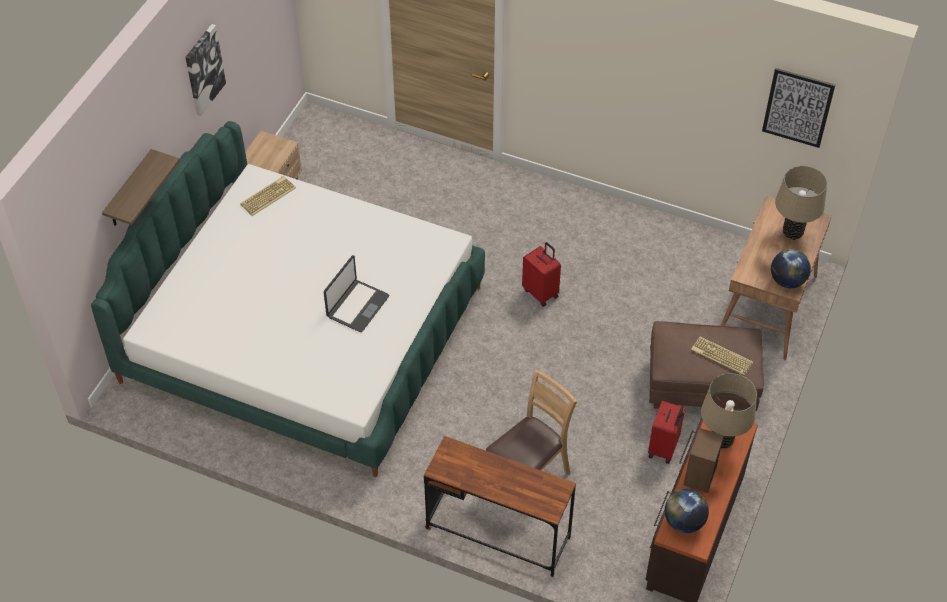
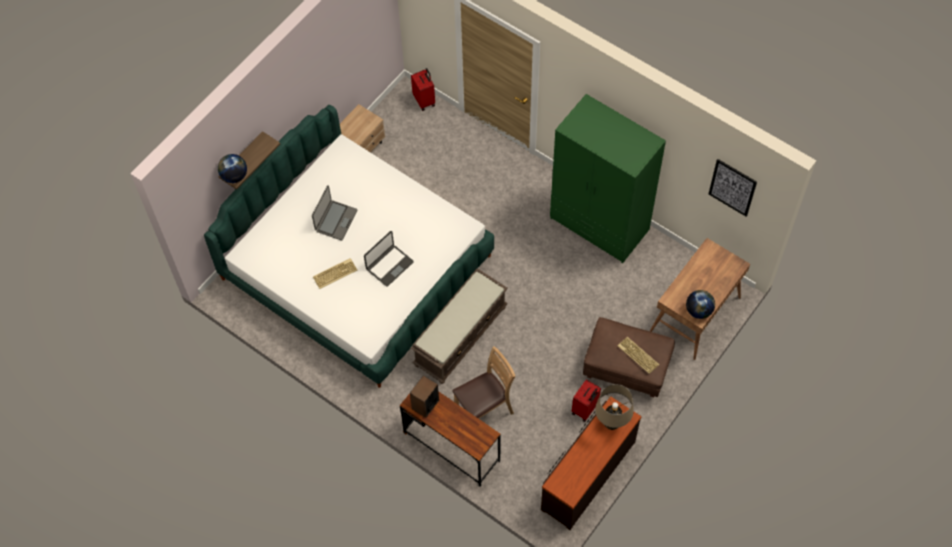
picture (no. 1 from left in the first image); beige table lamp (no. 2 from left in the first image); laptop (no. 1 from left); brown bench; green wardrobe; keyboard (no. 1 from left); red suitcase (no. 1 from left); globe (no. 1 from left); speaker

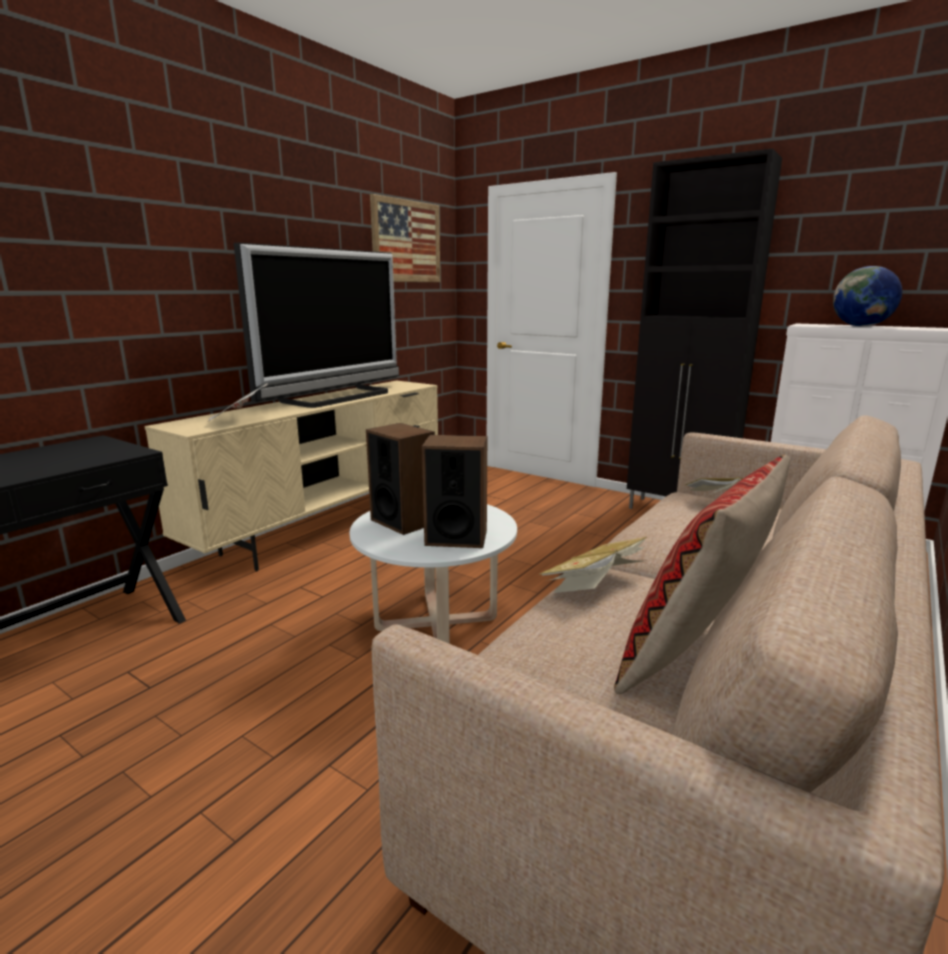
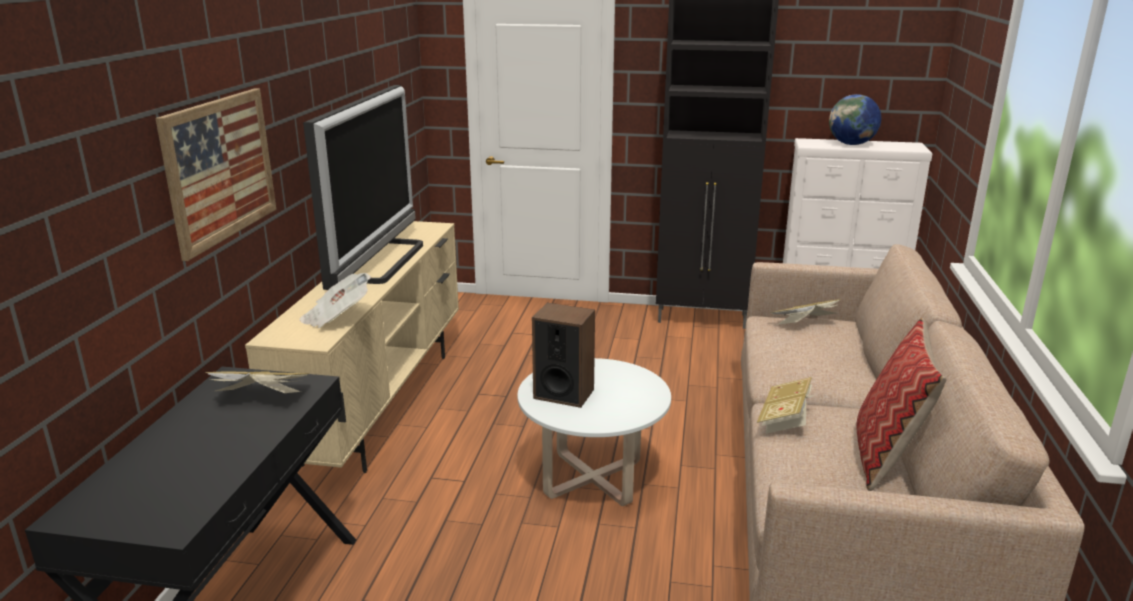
speaker (no. 2 from left in the first image); book (no. 1 from left); picture

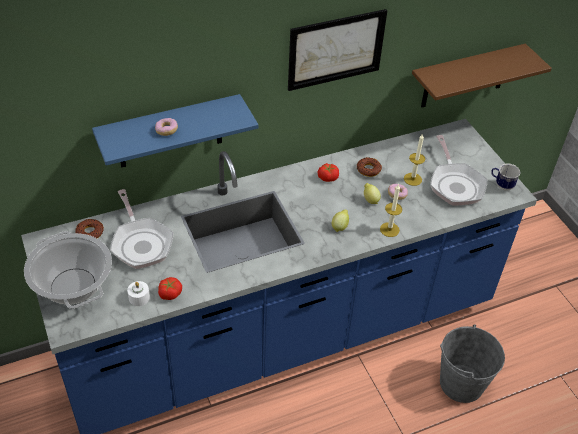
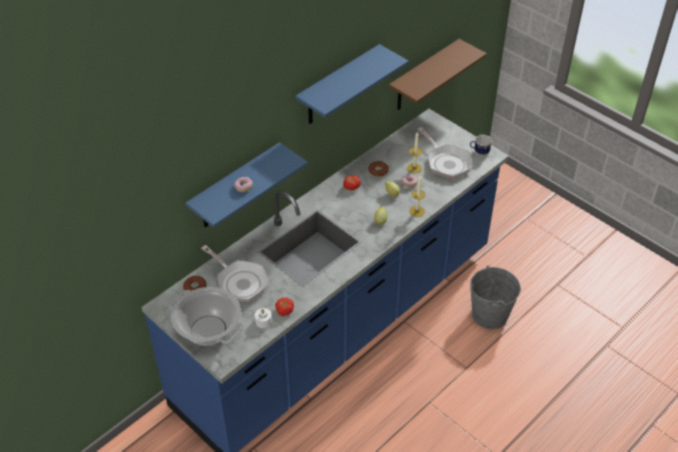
blue shelf (no. 2 from left)

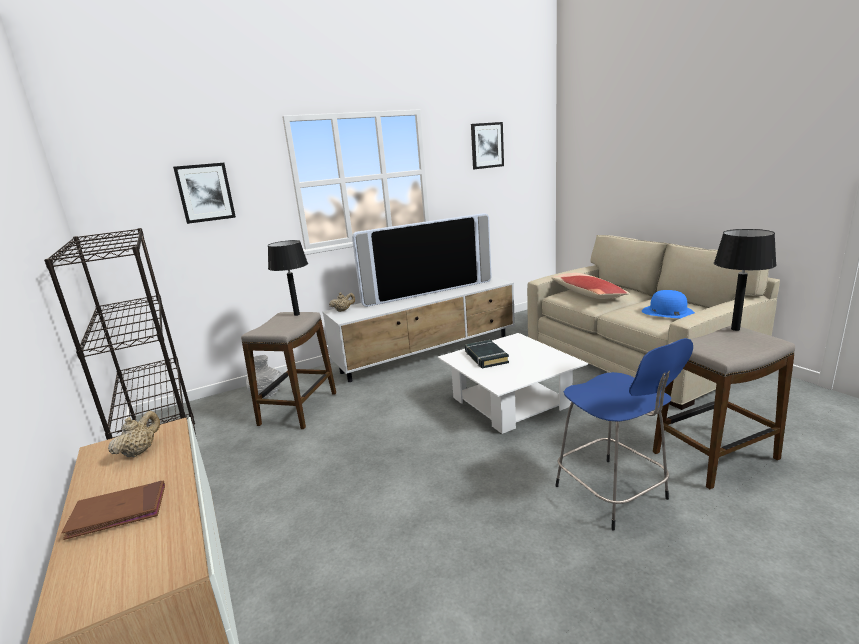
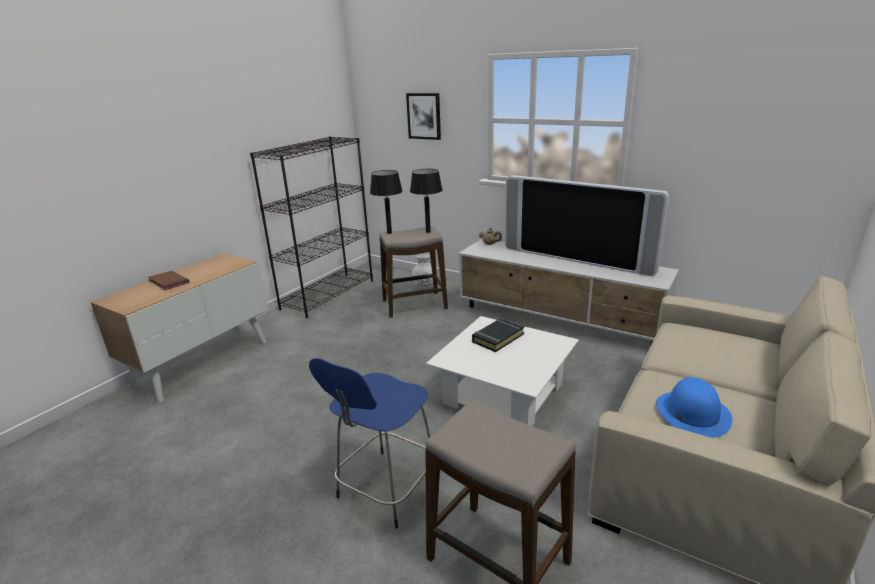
beige teapot (no. 1 from left in the first image); picture (no. 2 from left in the first image); pillow; black table lamp (no. 1 from left)

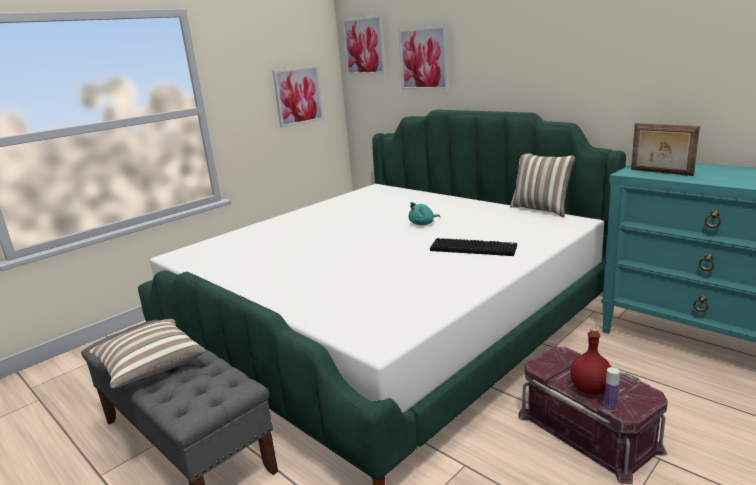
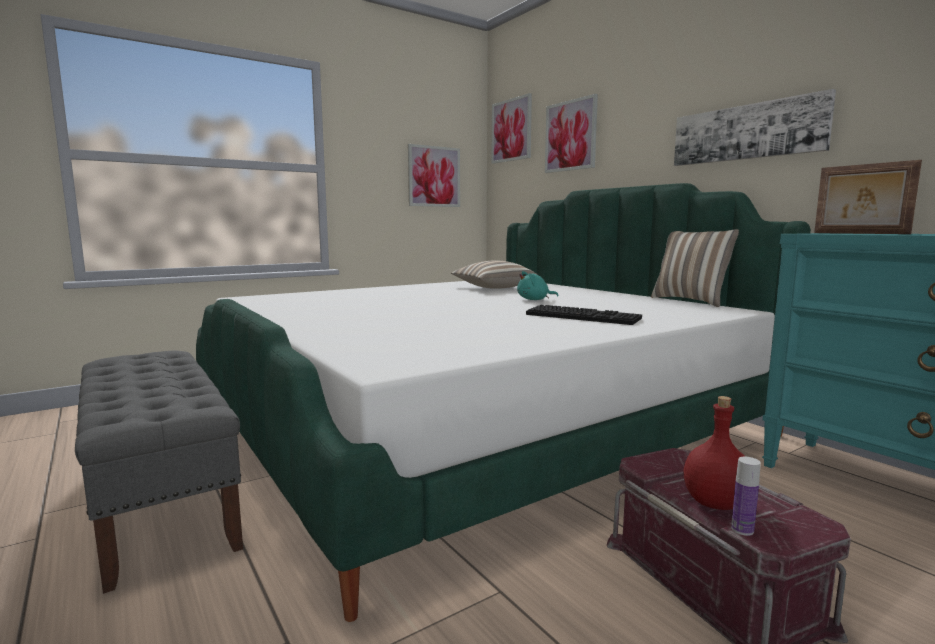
picture (no. 4 from left); pillow (no. 1 from left)

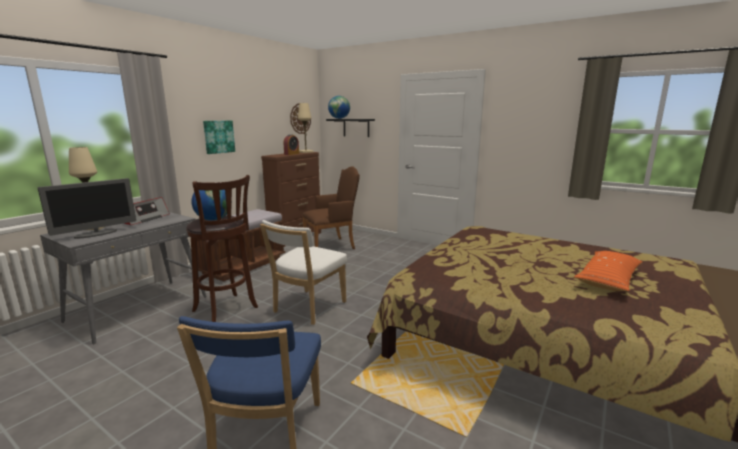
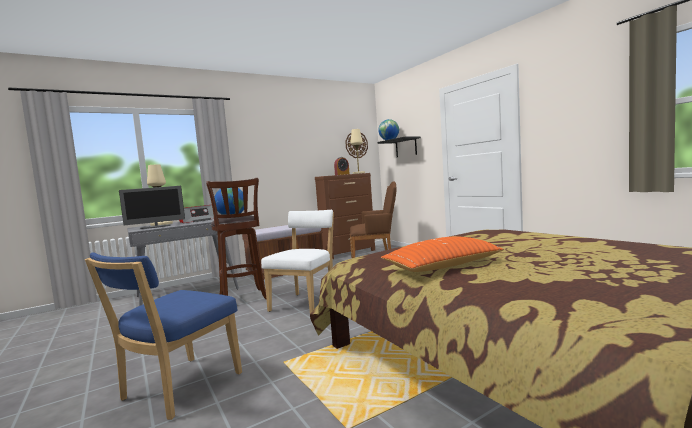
picture; orange pillow; white chair

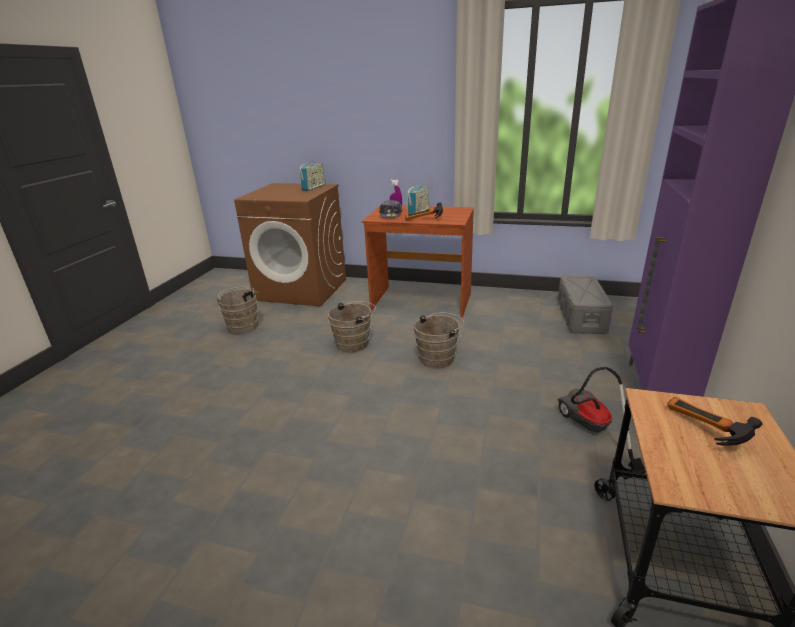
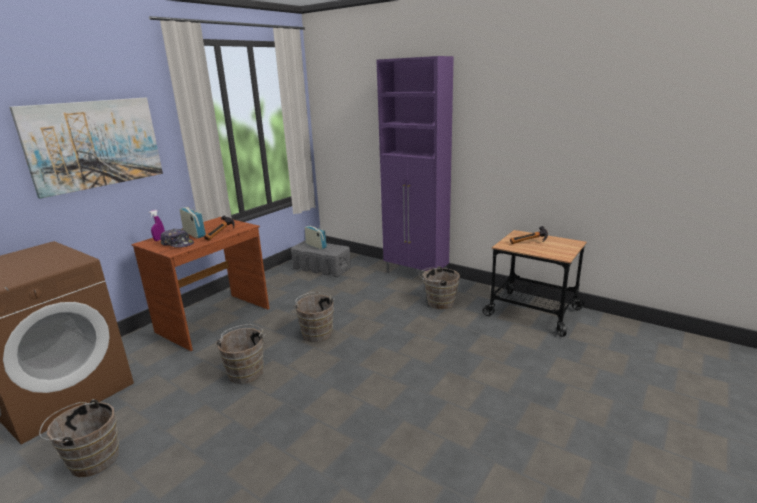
picture; radio (no. 2 from left); brown bucket (no. 4 from left)

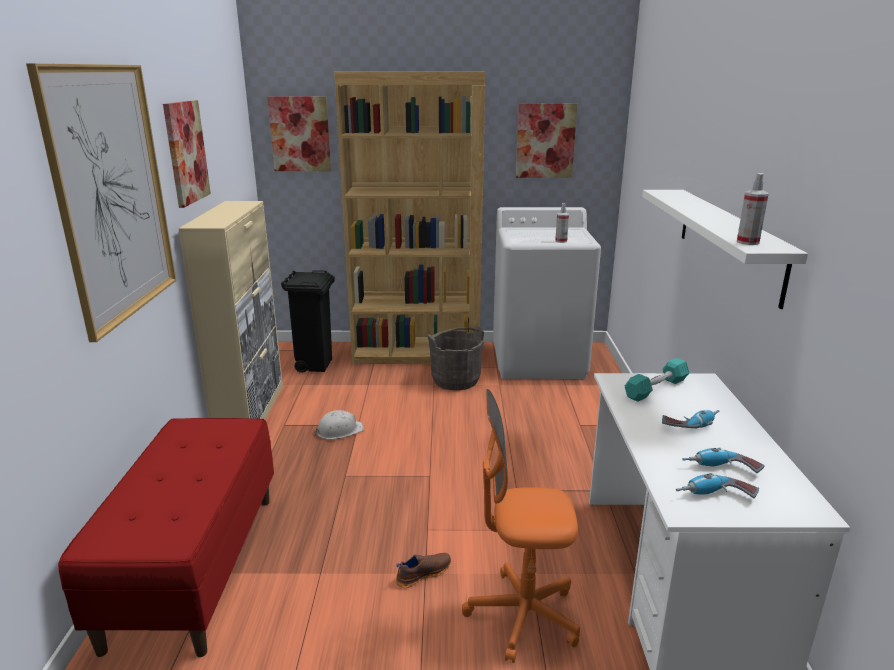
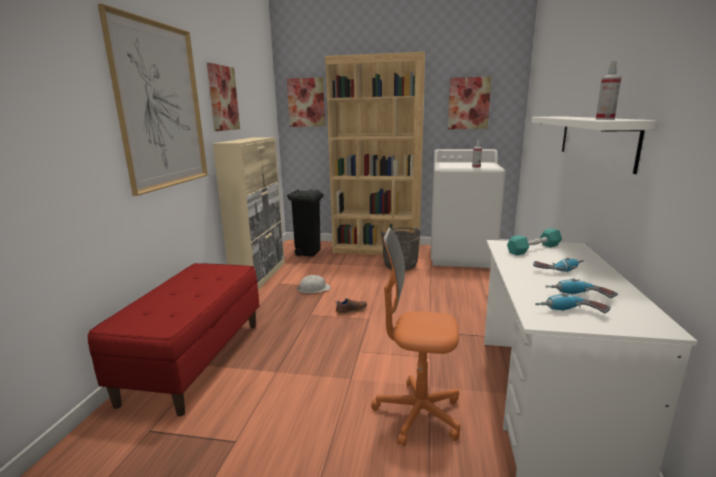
brown shoe

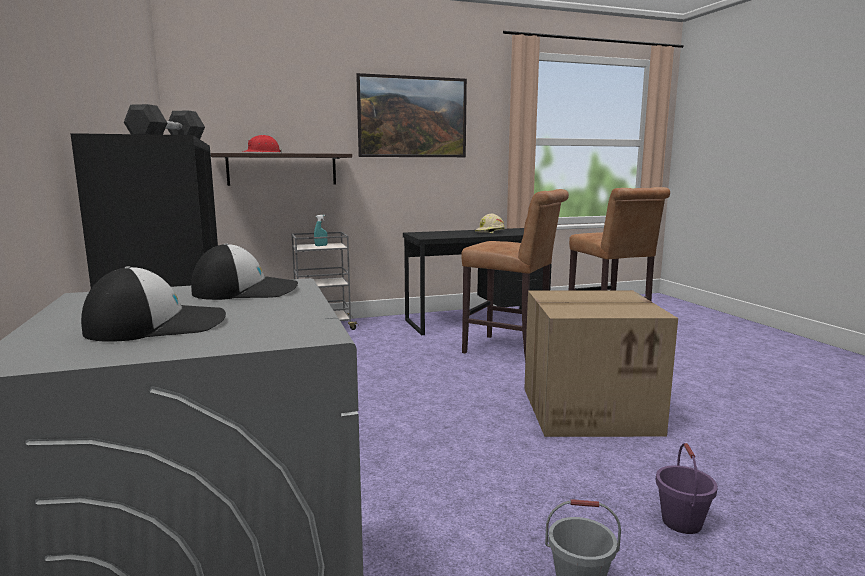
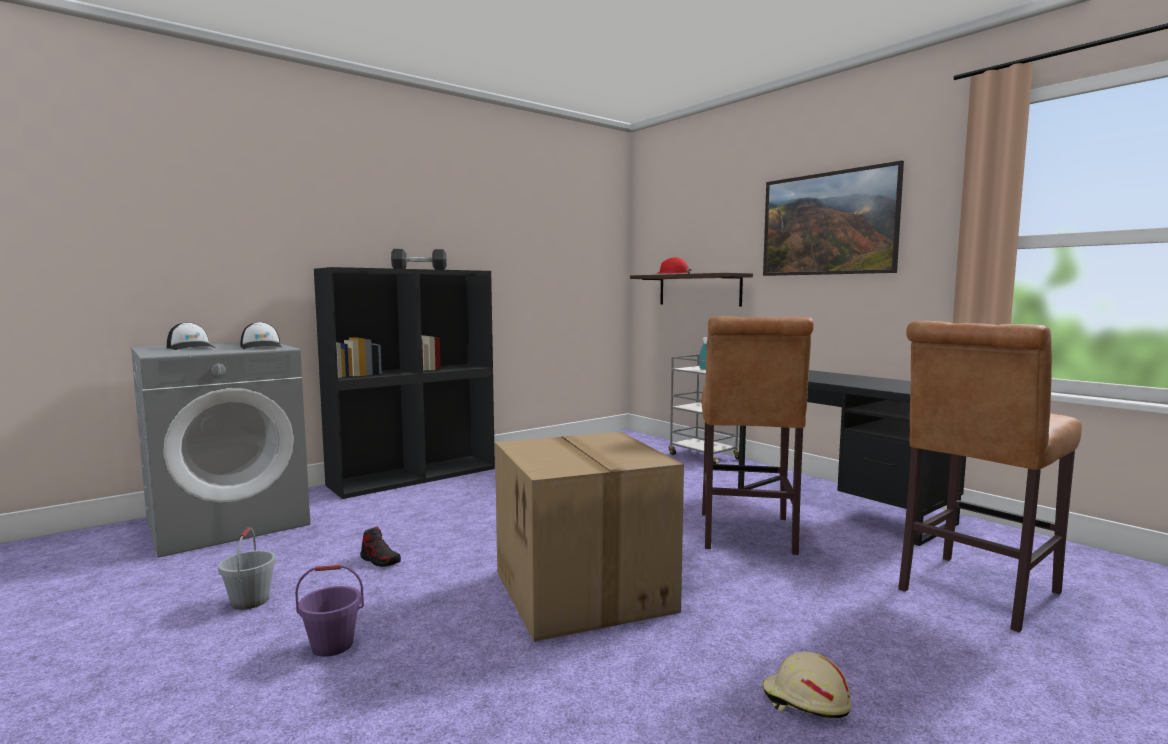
shoe; beige hard hat

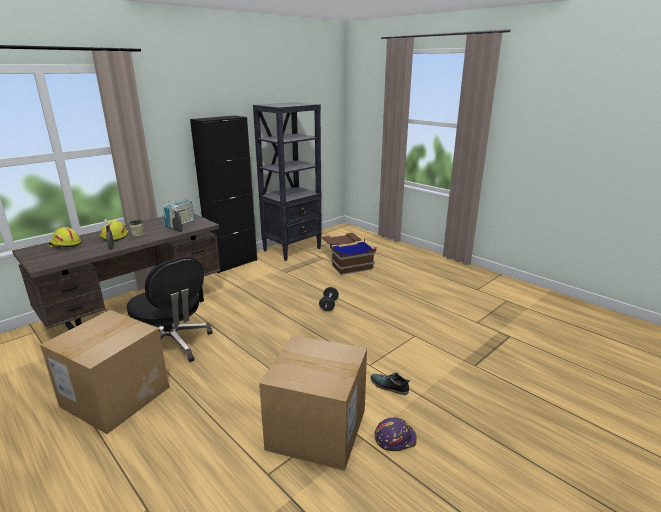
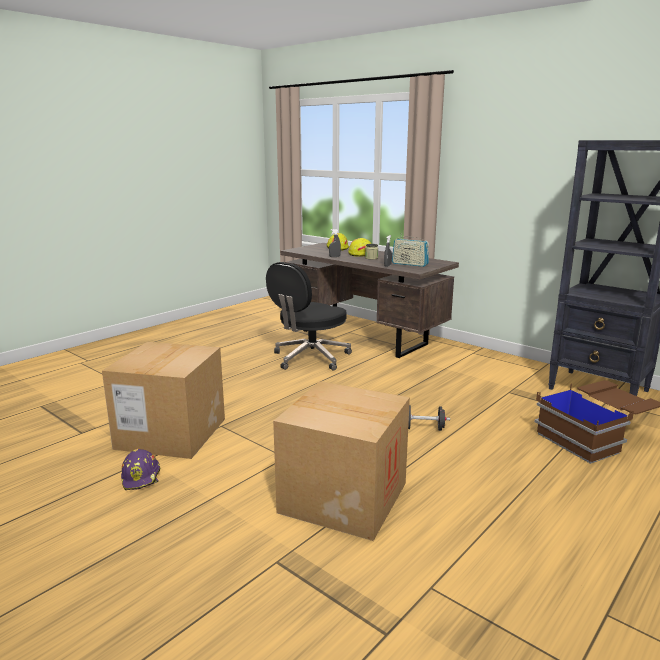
black cabinet; shoe; cardboard box (no. 2 from left)

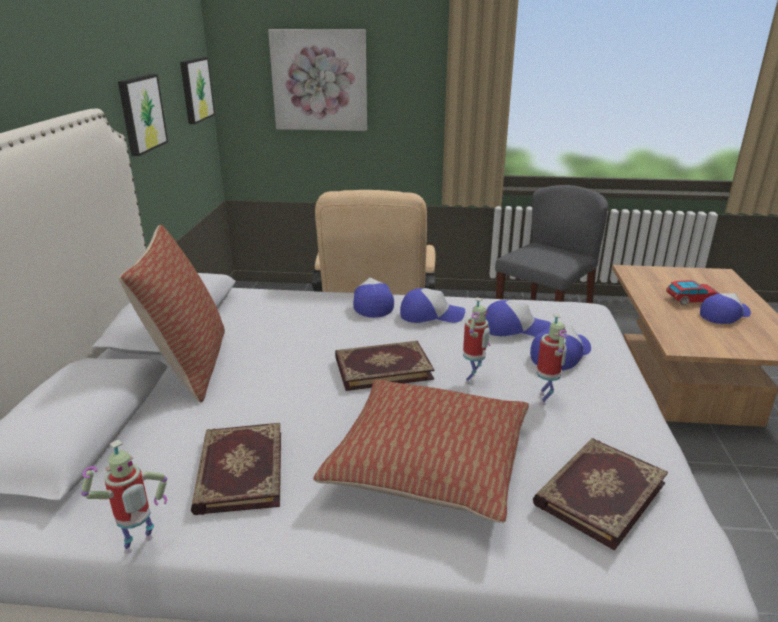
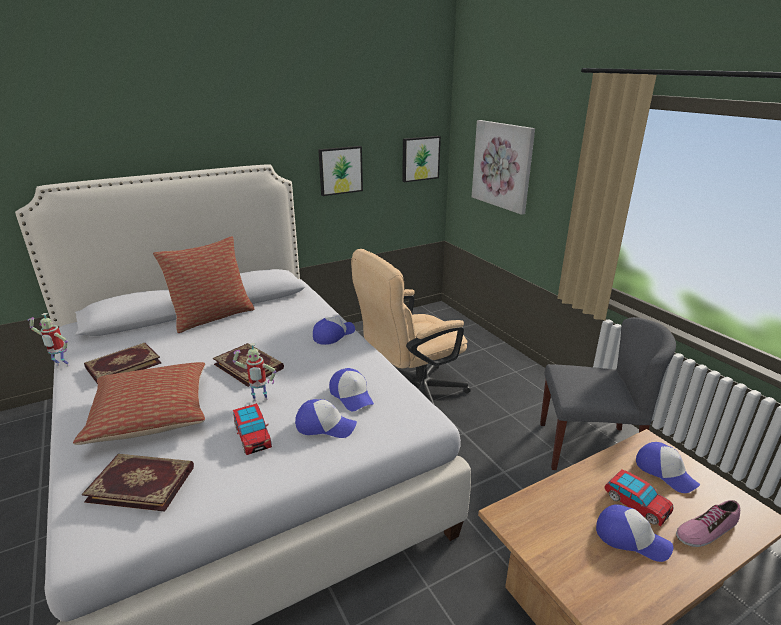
shoe; cap (no. 5 from left); toy car (no. 1 from left)

